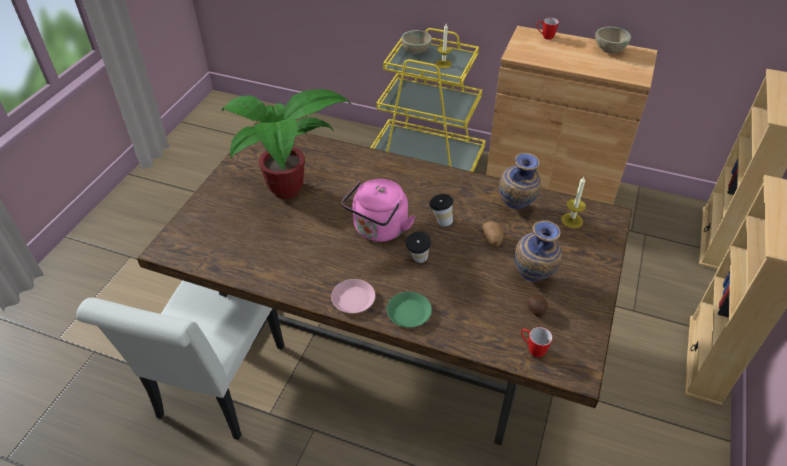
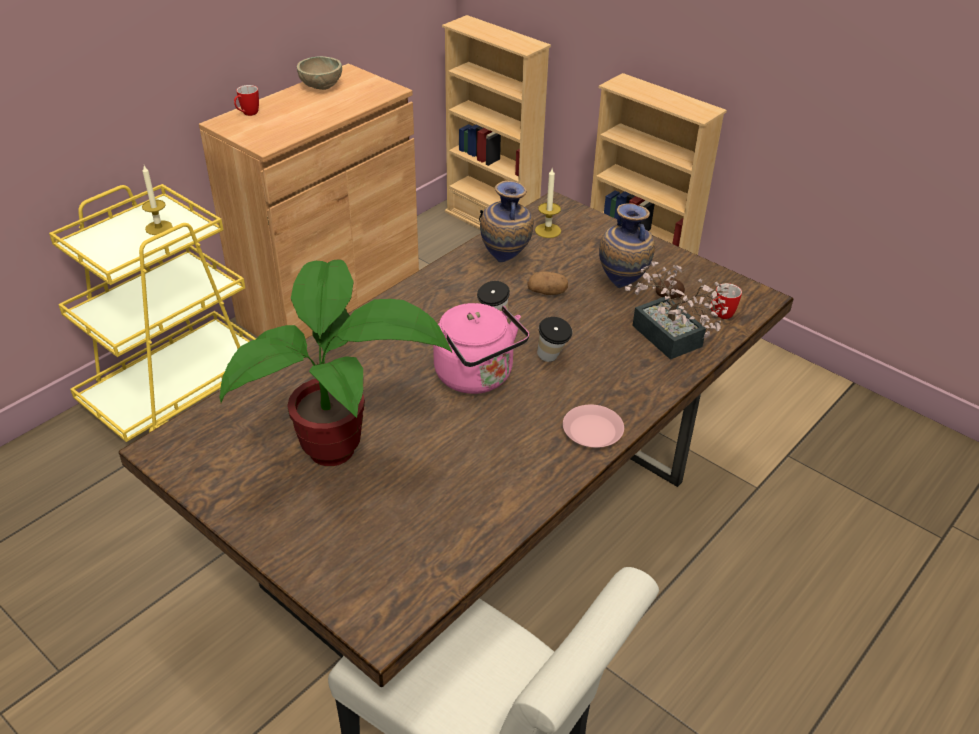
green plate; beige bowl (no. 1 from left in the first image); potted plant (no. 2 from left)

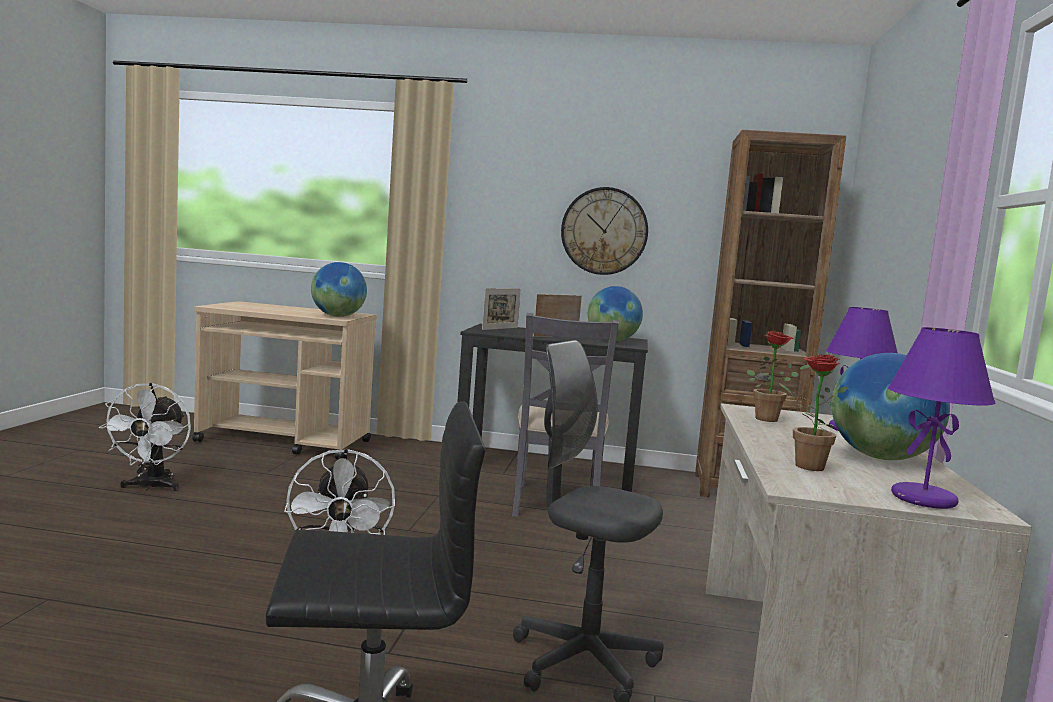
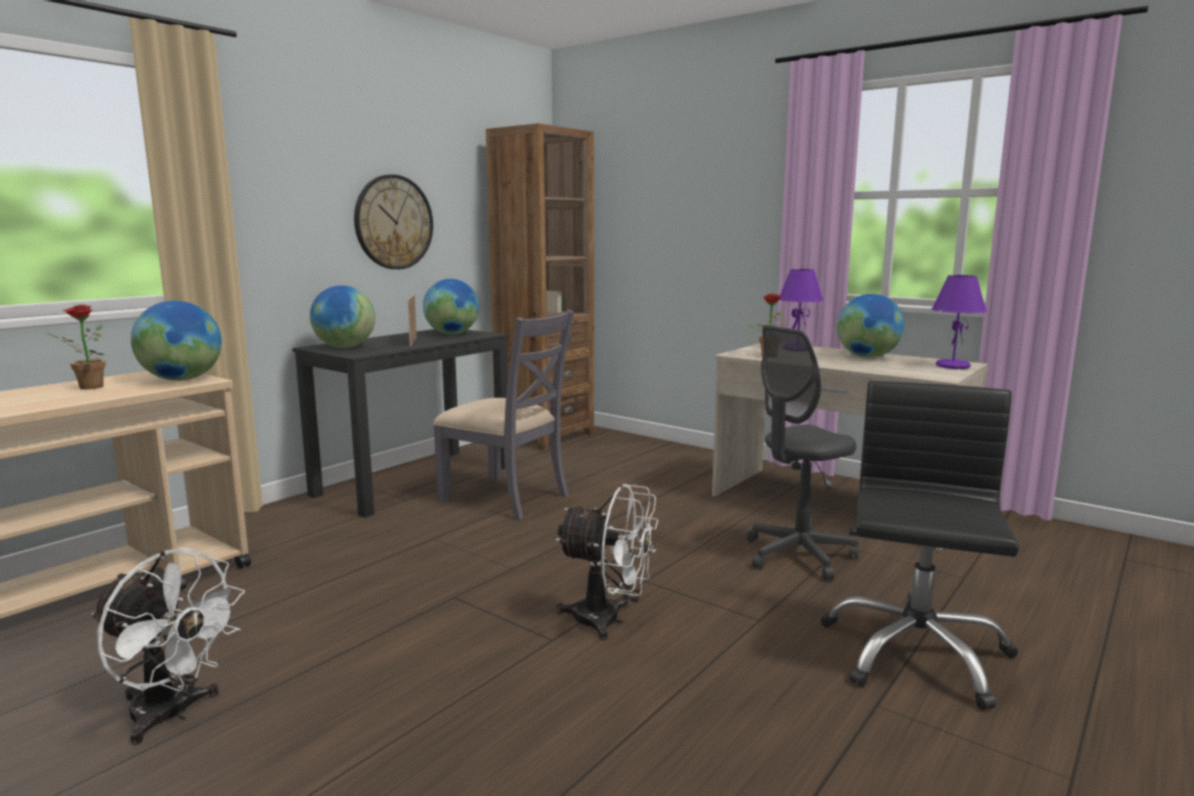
potted plant (no. 1 from left); globe (no. 2 from left)

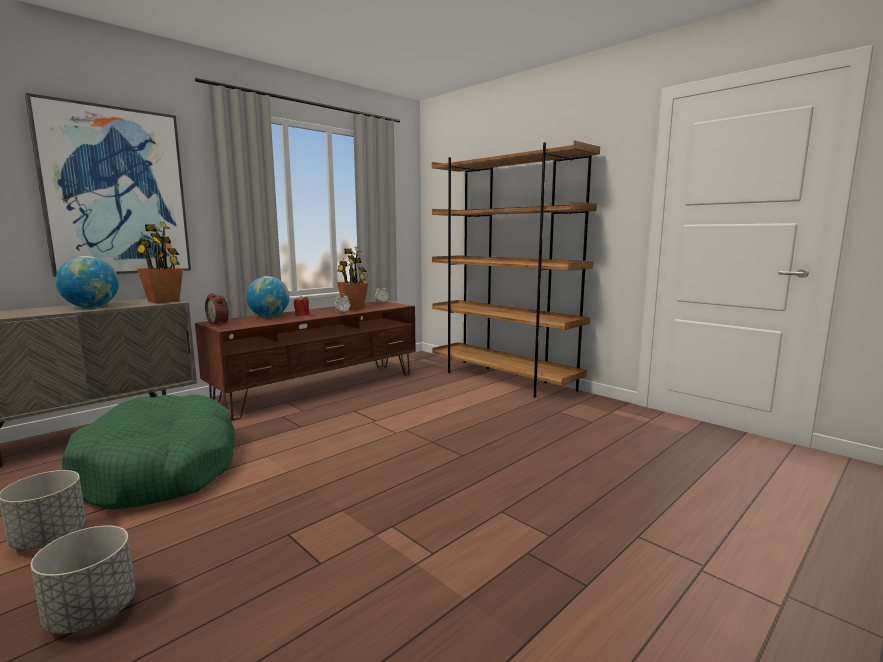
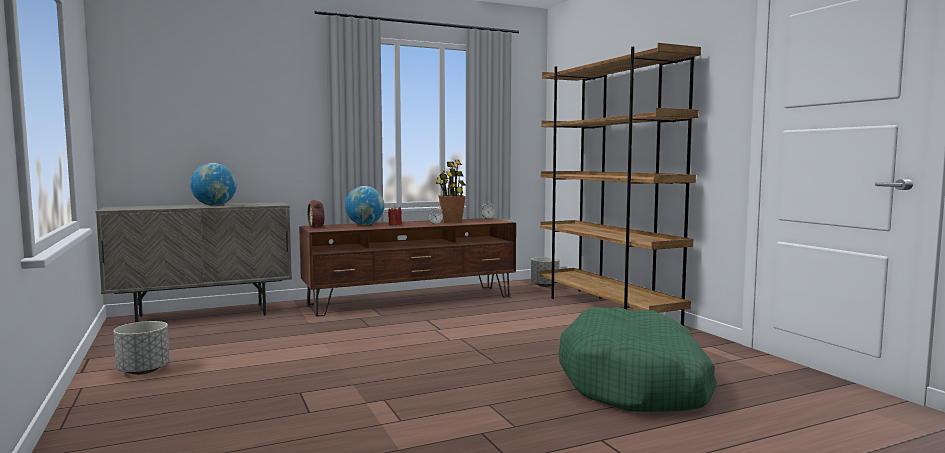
picture; potted plant (no. 1 from left in the first image); grey planter (no. 2 from left); green dog bed

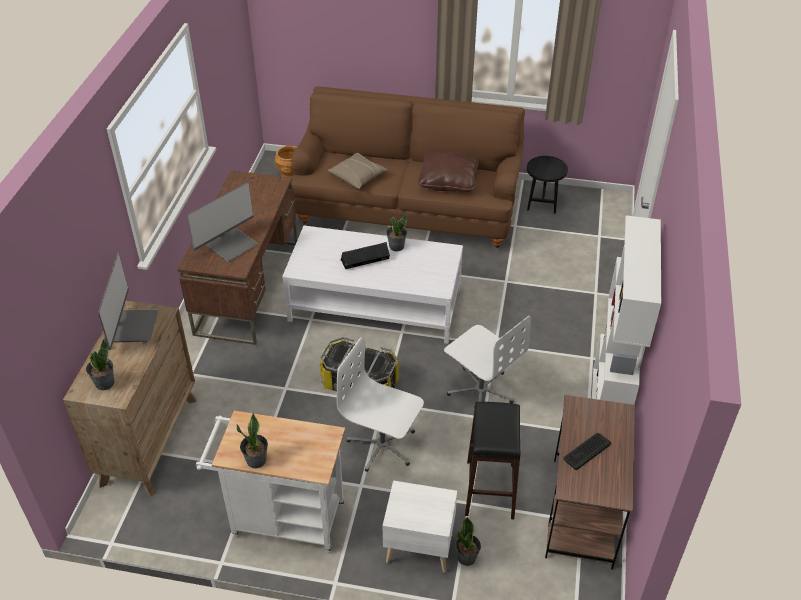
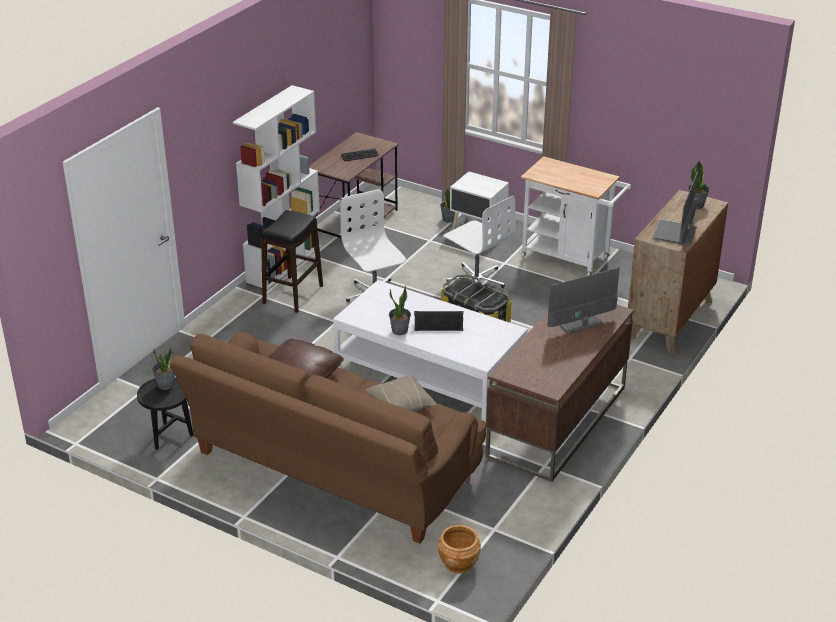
potted plant (no. 1 from left); black stool

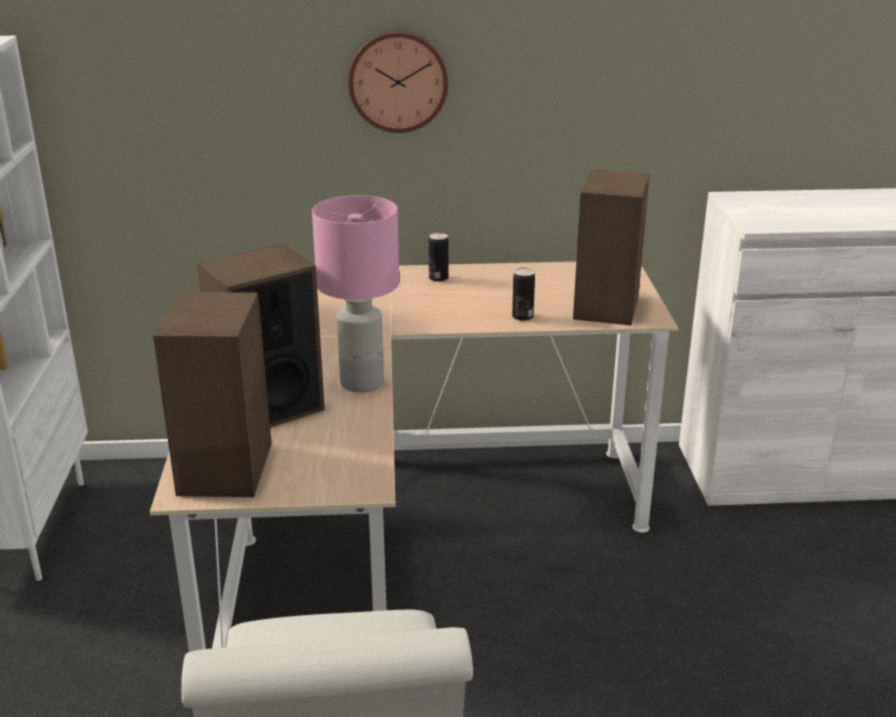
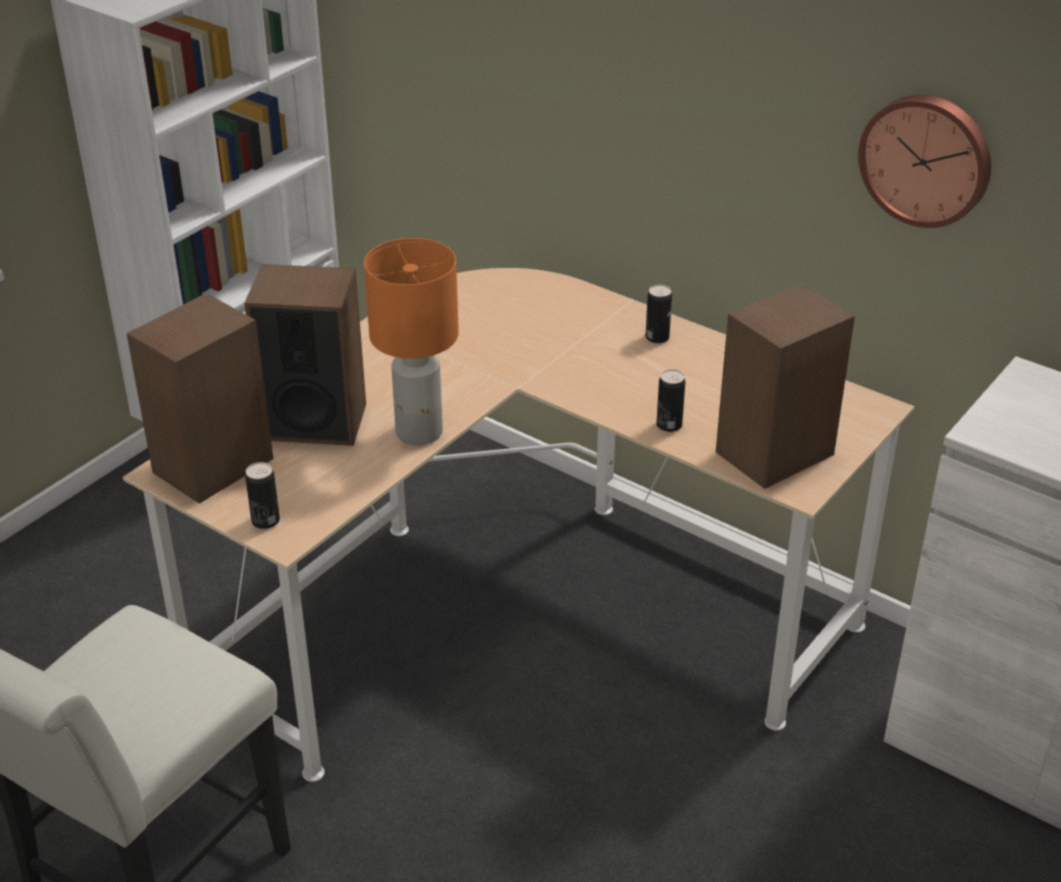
can (no. 1 from left); wall clock; orange table lamp

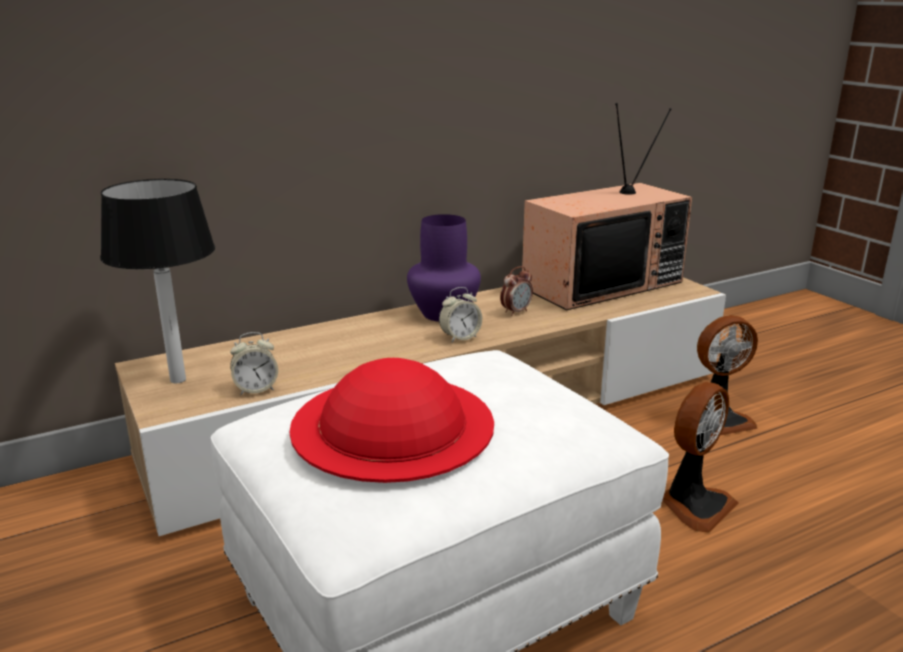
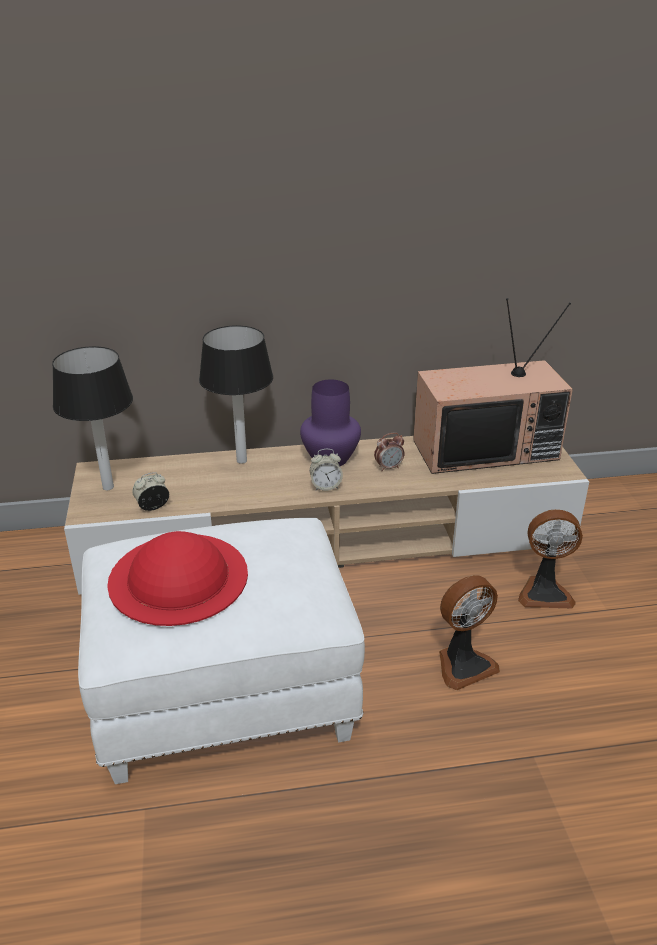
table lamp (no. 2 from left); alarm clock (no. 1 from left)

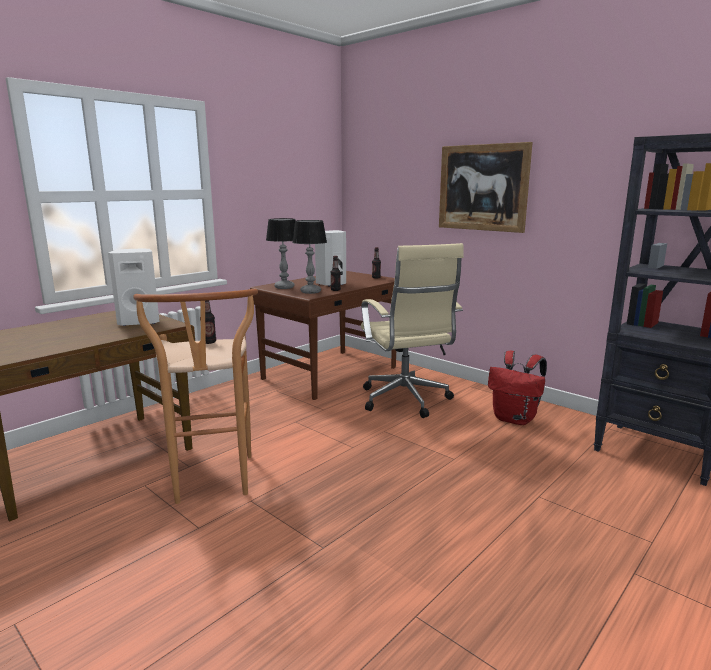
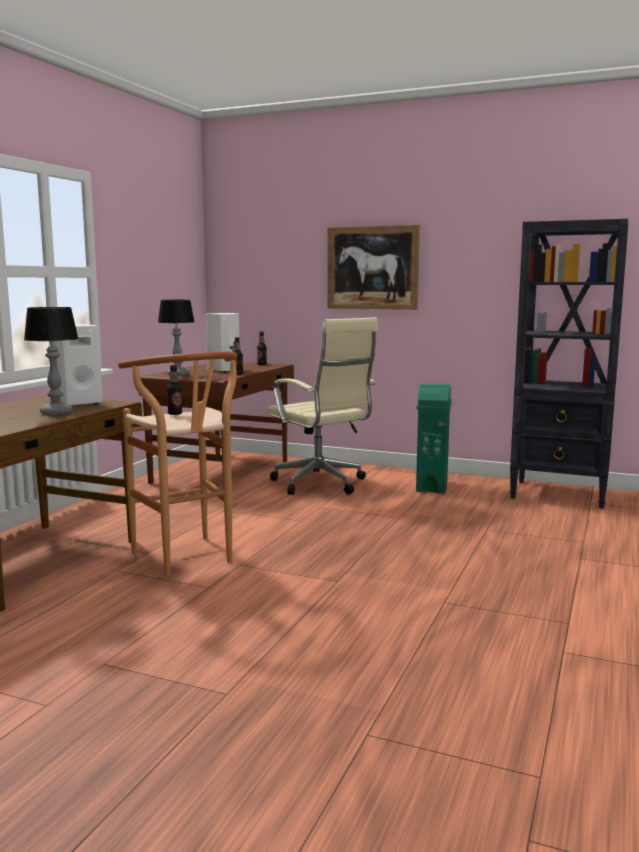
table lamp (no. 1 from left); green trash can

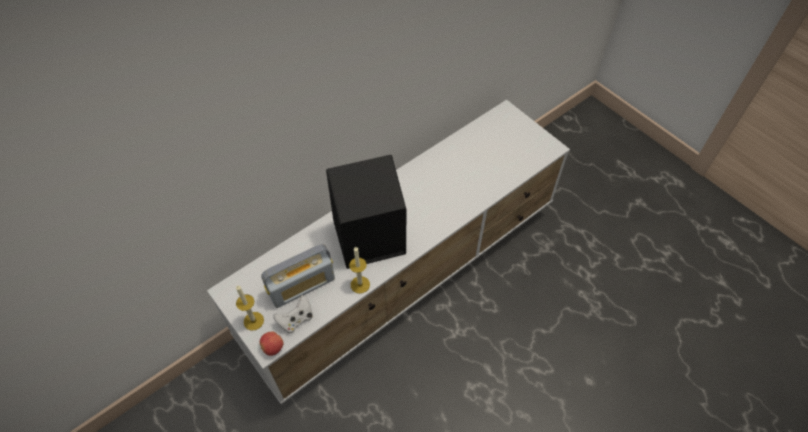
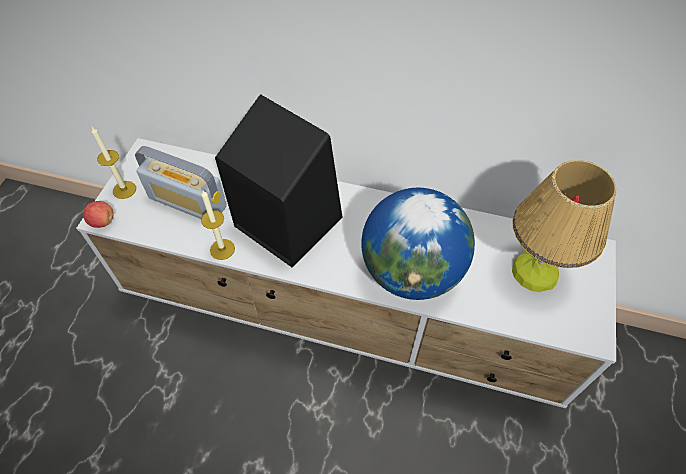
white game controller; globe; table lamp

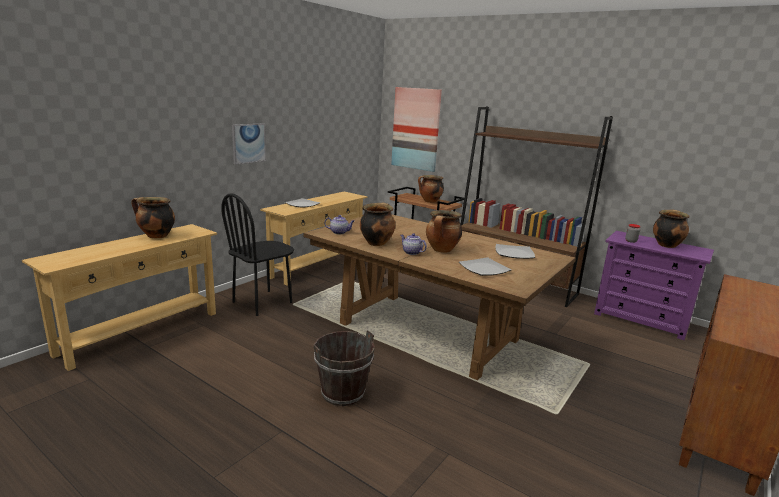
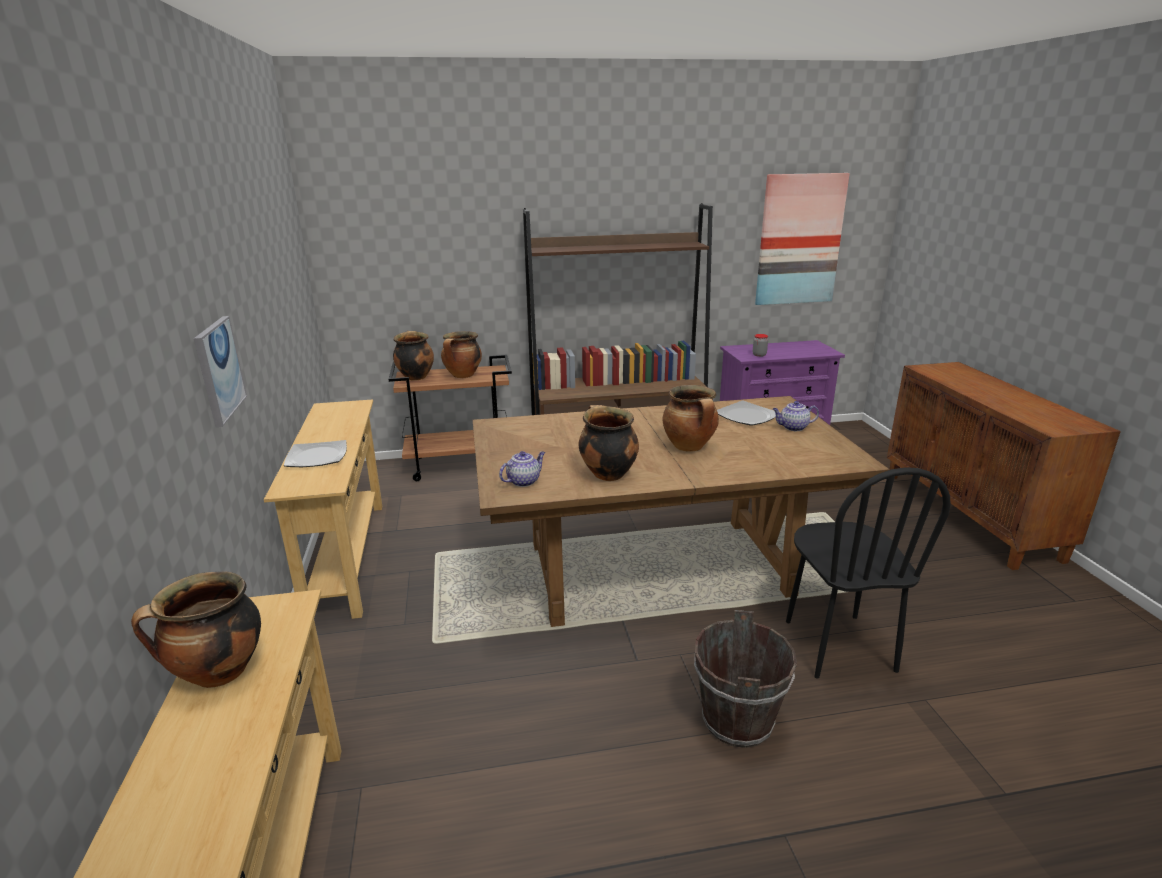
plate (no. 2 from left in the first image); black chair; picture (no. 2 from left); teapot (no. 2 from left); cooking pot (no. 2 from left)

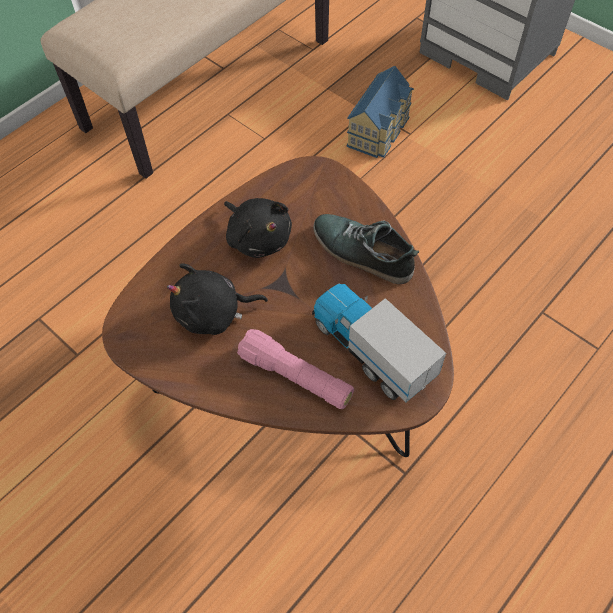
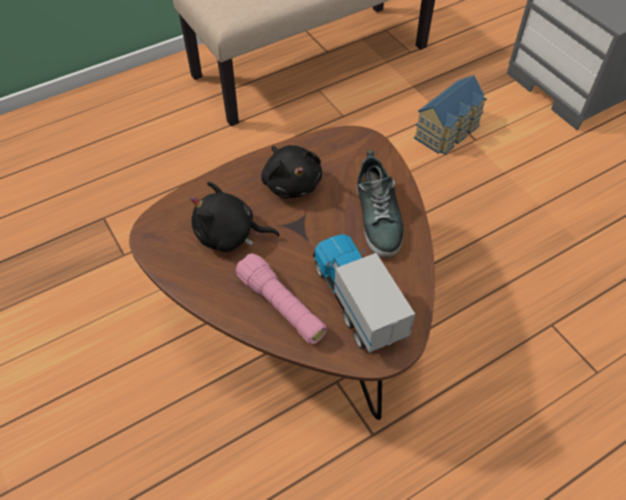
shoe

